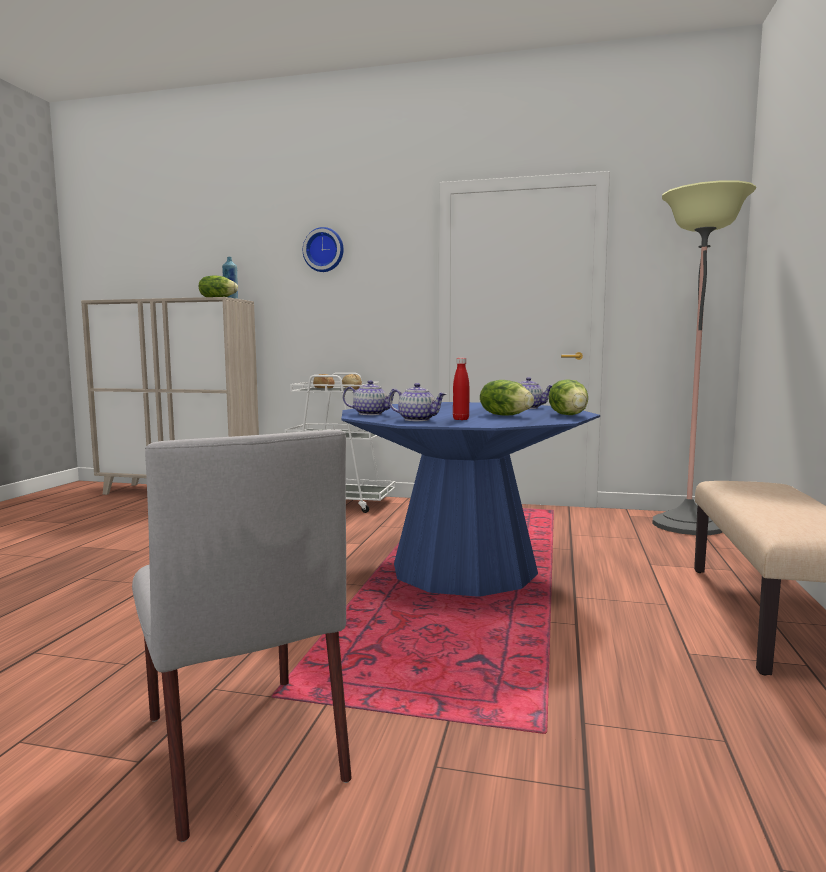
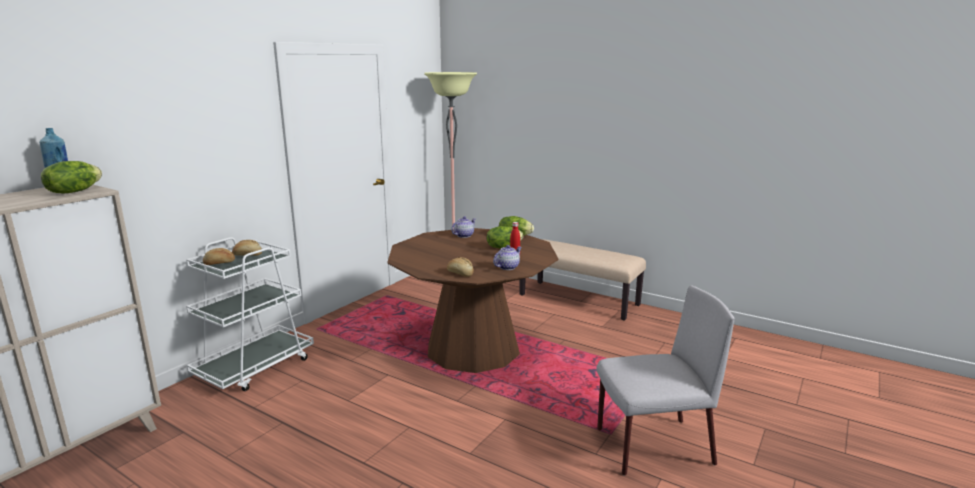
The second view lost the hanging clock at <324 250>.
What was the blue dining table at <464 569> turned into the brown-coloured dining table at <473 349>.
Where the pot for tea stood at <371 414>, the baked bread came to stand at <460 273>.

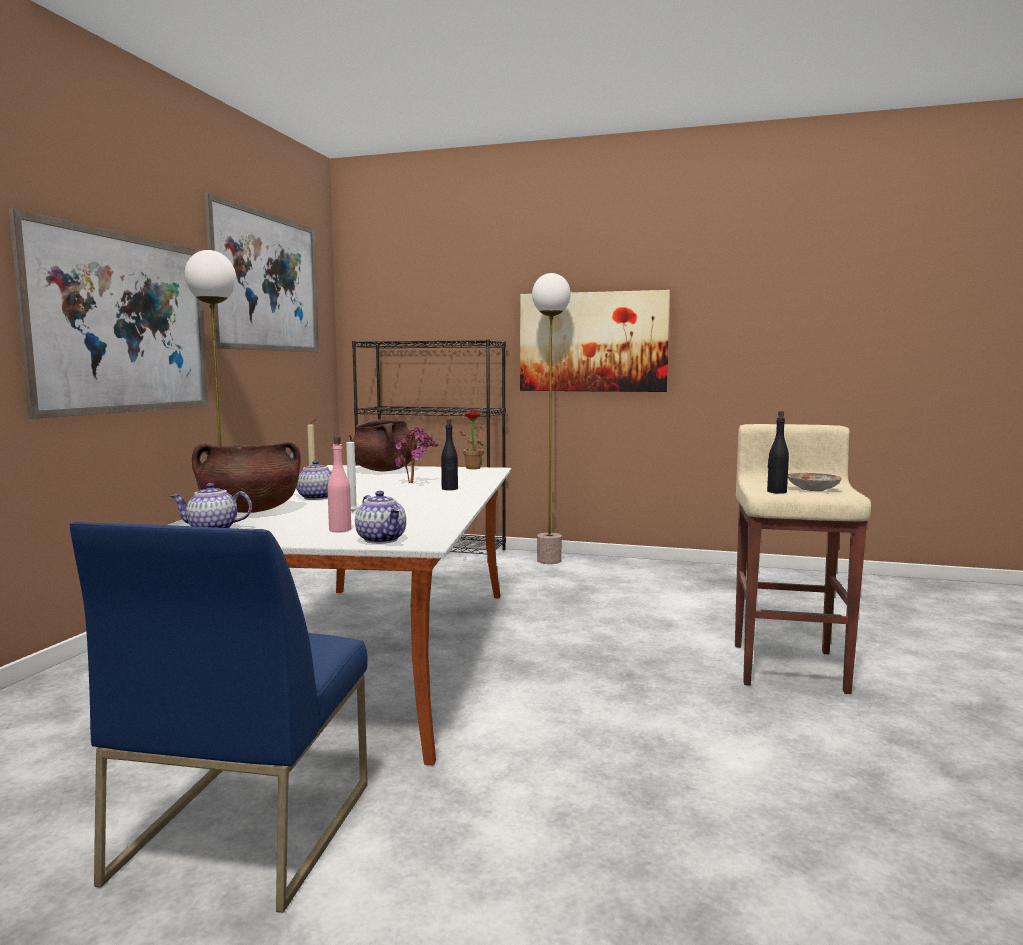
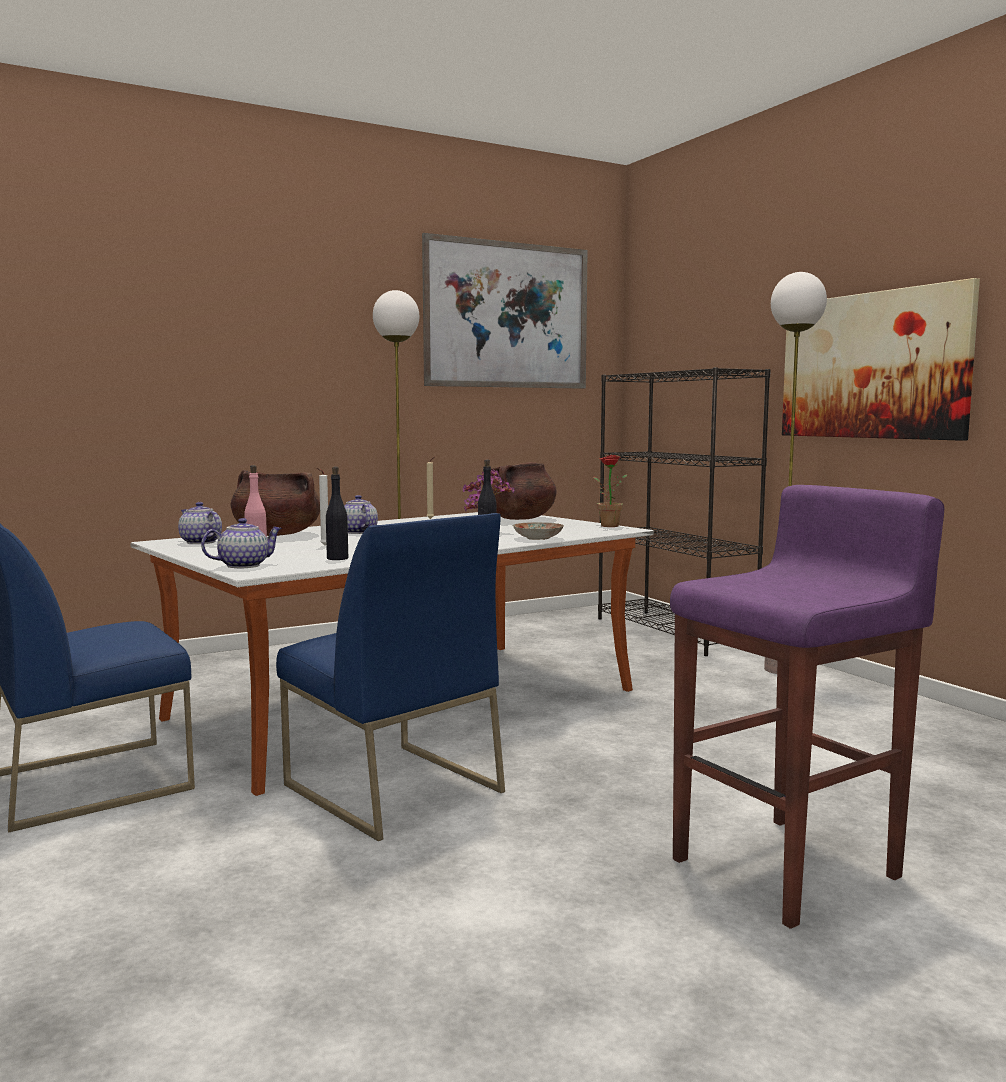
The second view lost the wall picture at <123 323>.
The pot for tea at <382 539> ended up facing another way, 135 degrees counterclockwise from before.
What was the beige stool at <789 666> turned into the purplish stool at <789 868>.
The blackish bottle ended up elsewhere, having gone from <776 492> to <337 558>.
The flat dish ended up elsewhere, having gone from <814 489> to <538 538>.
The second view gained the blue upright chair at <390 788>.

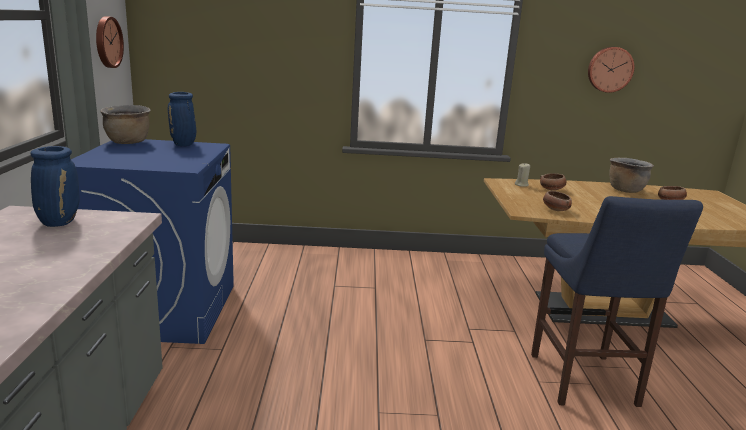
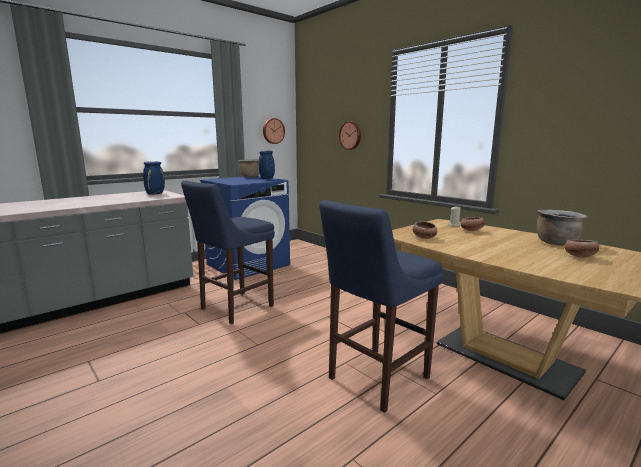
The hanging clock ended up elsewhere, having gone from <609 69> to <350 135>.
The second view gained the blue stool at <234 308>.

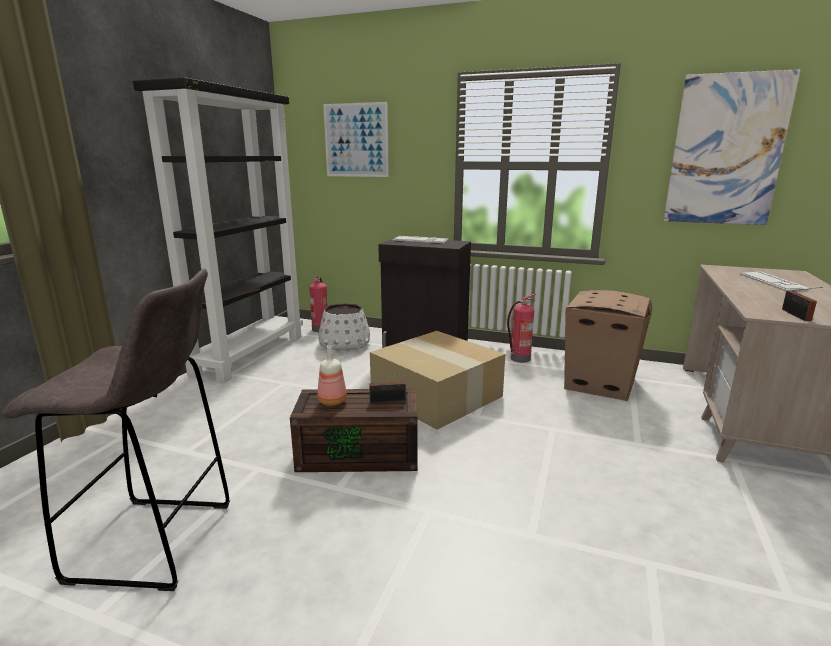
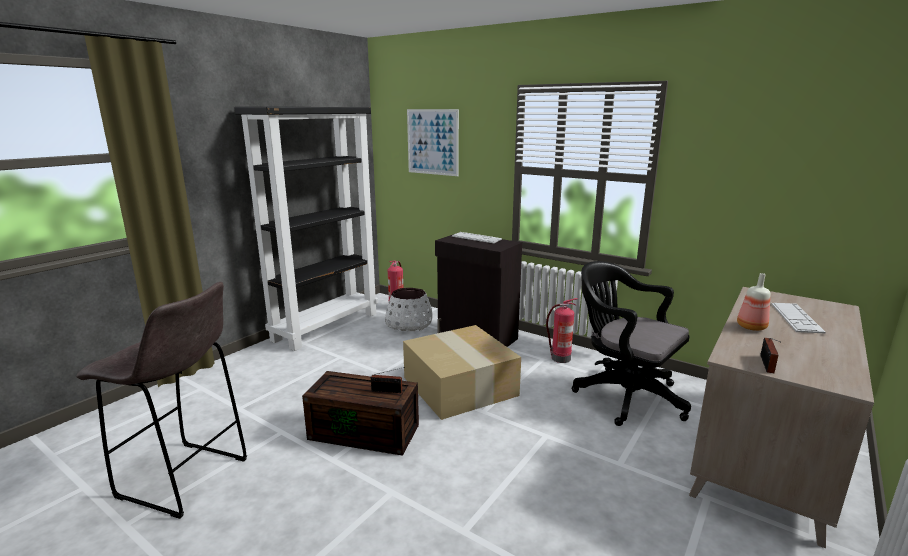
The bottle ended up elsewhere, having gone from <331 401> to <750 327>.
Where the packing box stood at <599 383>, the blackish computer chair came to stand at <623 395>.
The second view lost the wall picture at <726 151>.

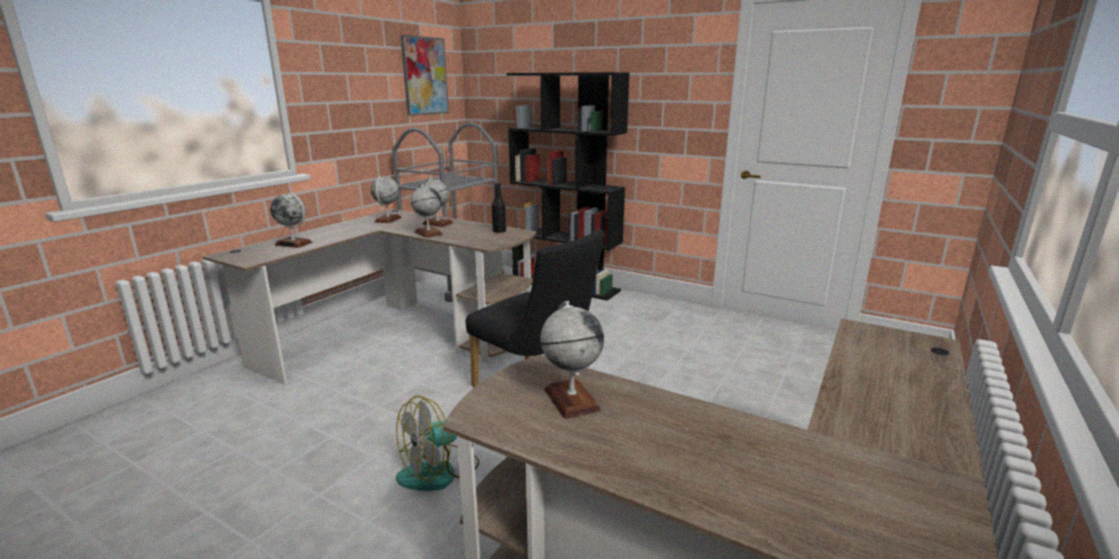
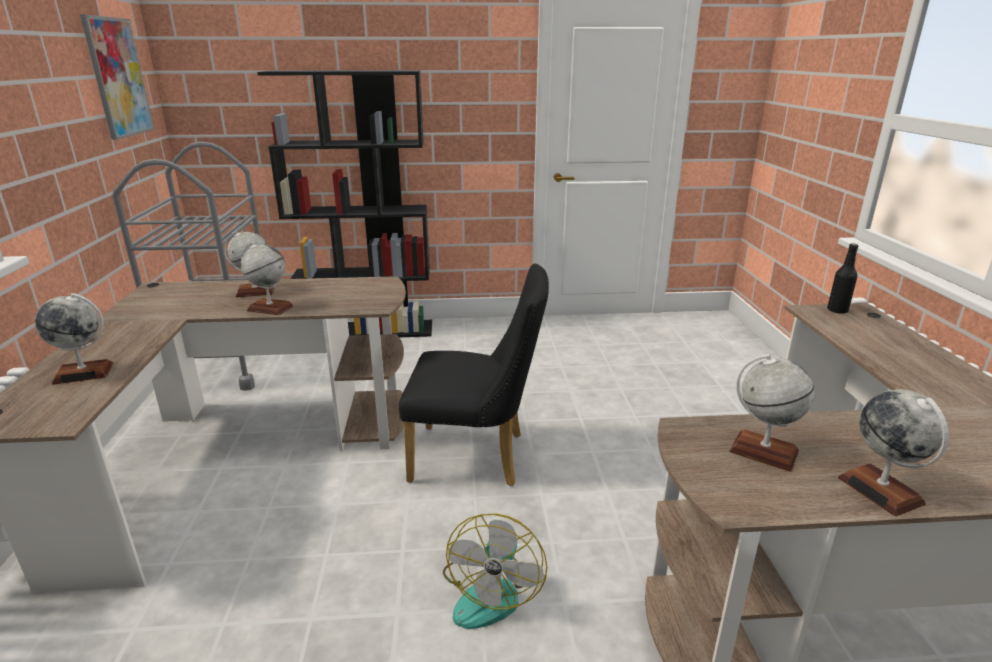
The globe ended up elsewhere, having gone from <388 220> to <880 490>.
The blackish bottle ended up elsewhere, having gone from <499 231> to <837 310>.

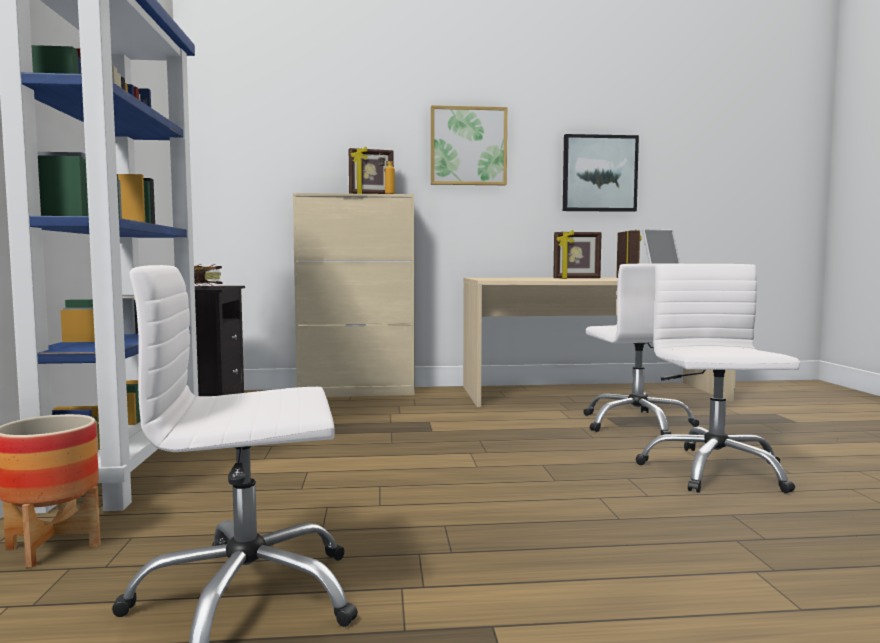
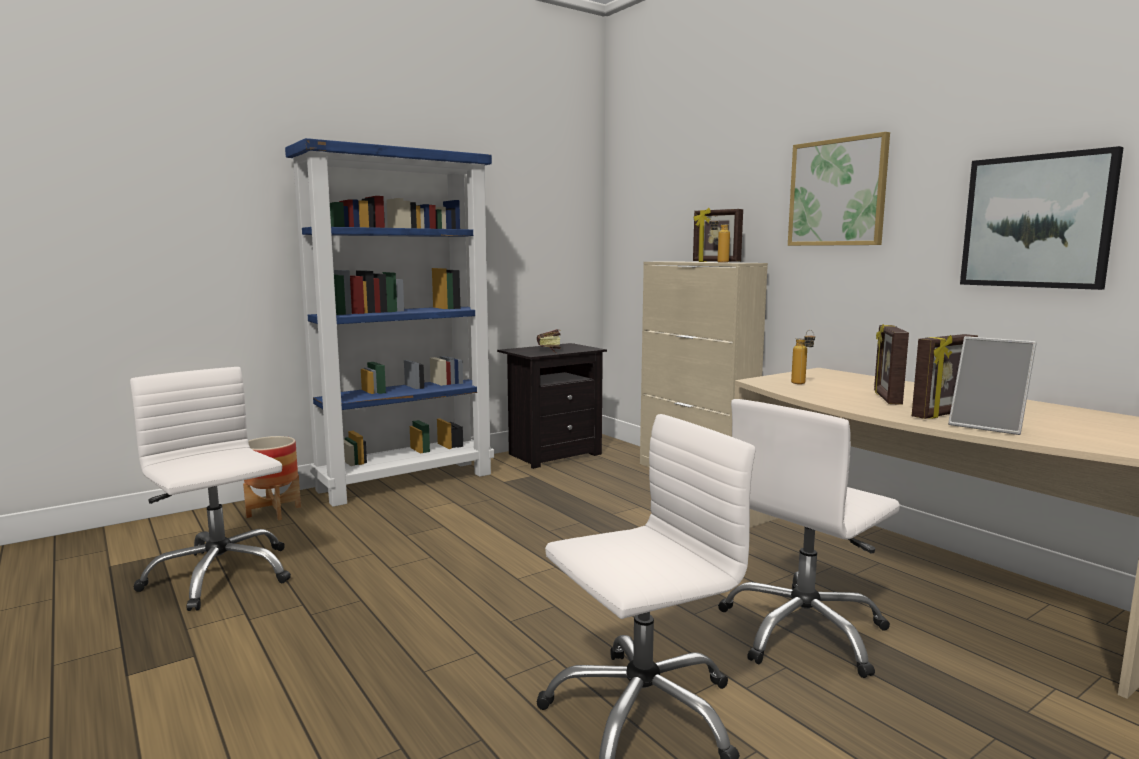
The picture frame at <577 278> ended up facing another way, 45 degrees clockwise from before.
The second view gained the bottle at <802 384>.

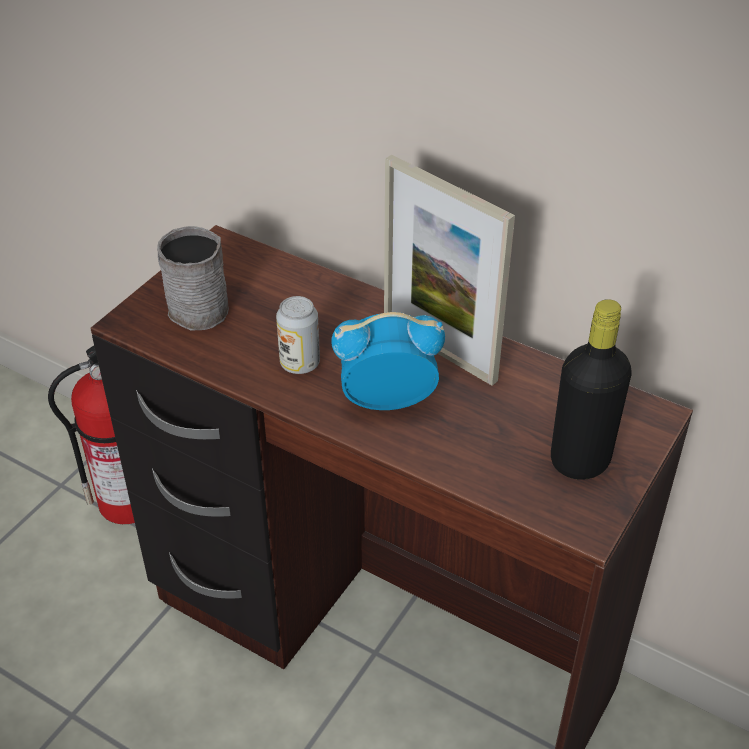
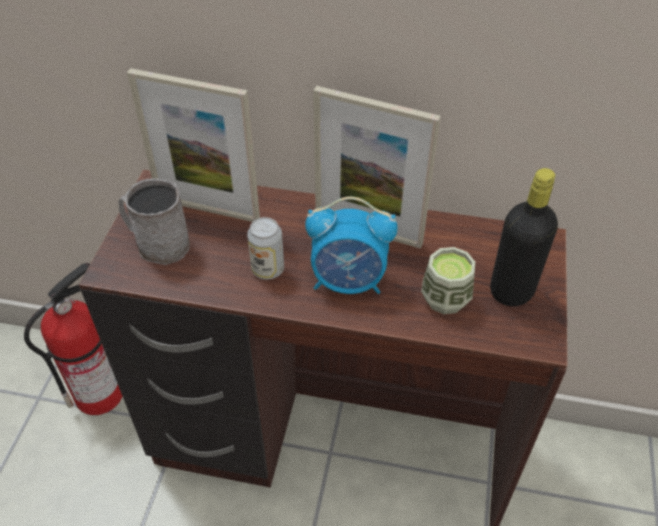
The alarm clock at <386 400> ended up facing another way, 150 degrees counterclockwise from before.
The second view gained the picture frame at <207 209>.
The second view gained the small cup at <445 298>.

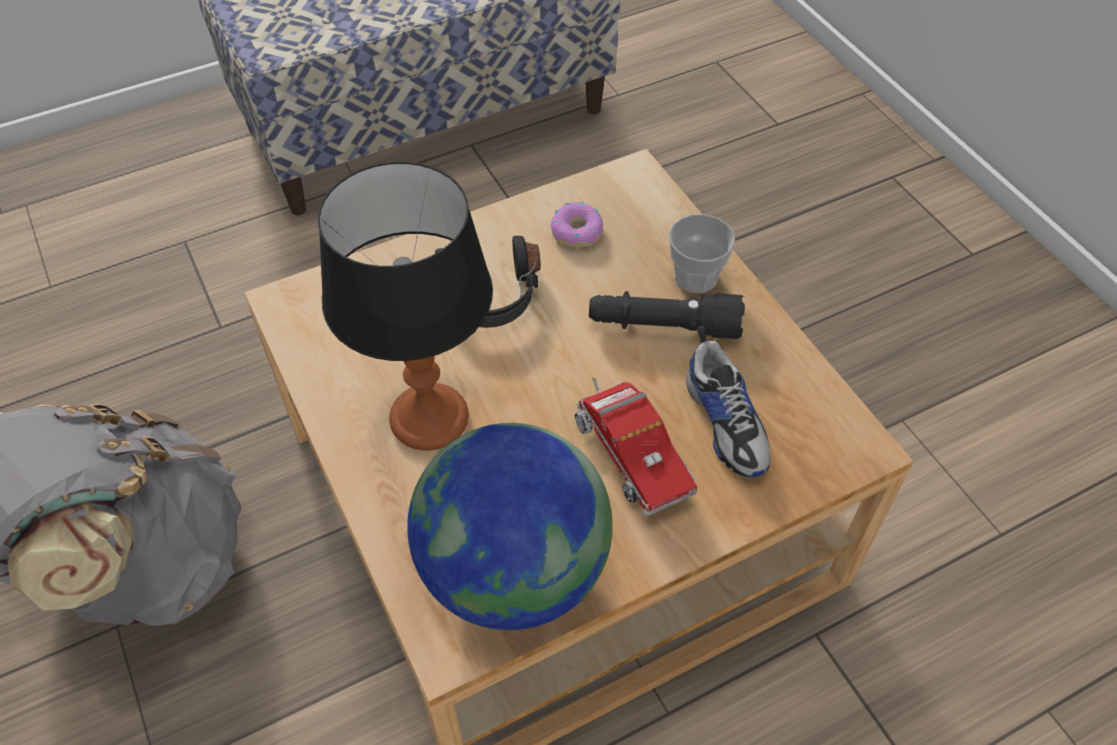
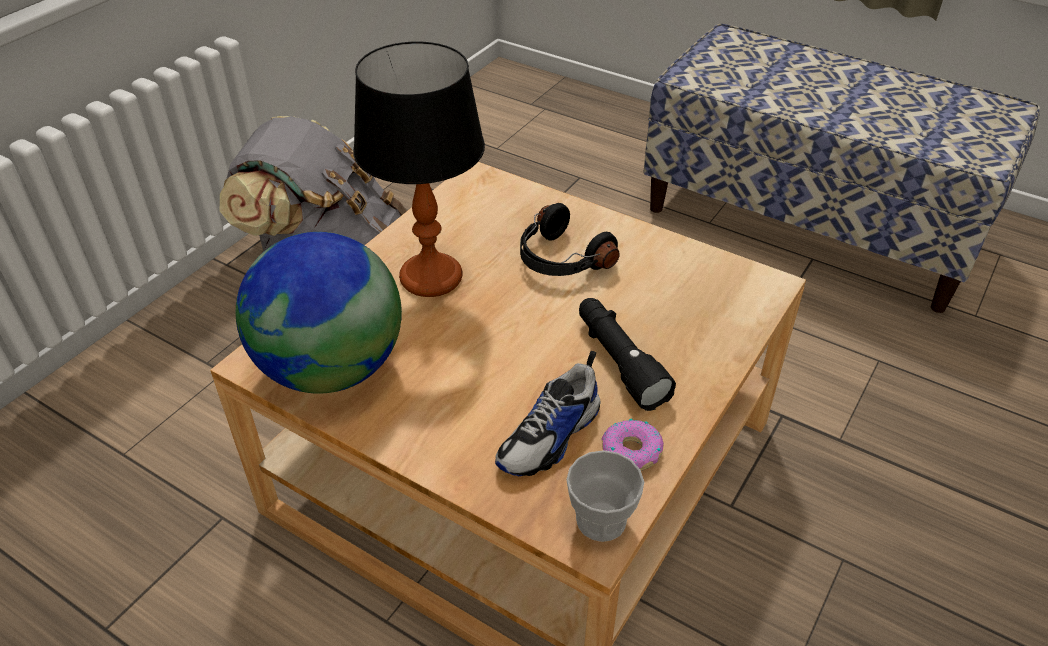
The ring doughnut ended up elsewhere, having gone from <577 231> to <631 452>.
The second view lost the toy lorry at <629 451>.
The small cup ended up elsewhere, having gone from <695 277> to <601 520>.

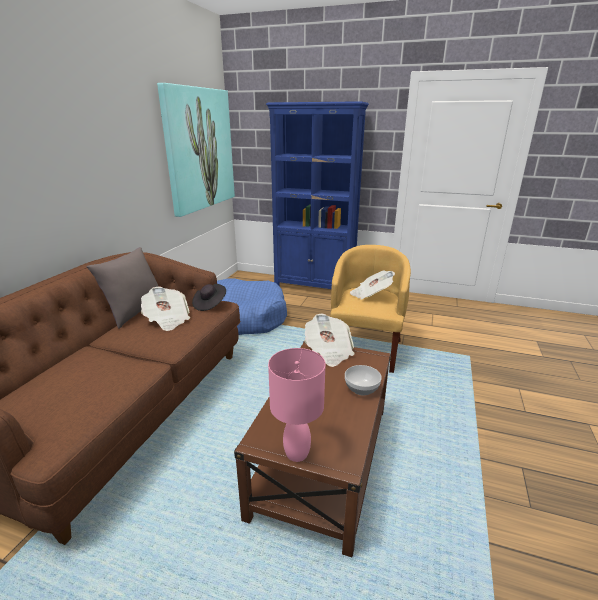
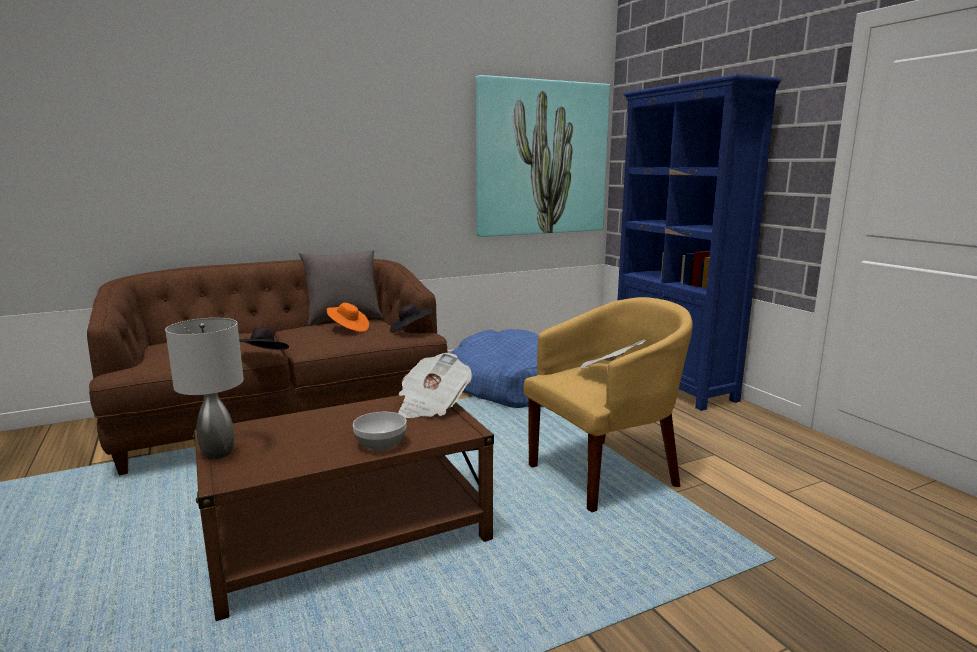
Where the daily paper stood at <167 319>, the orange hat came to stand at <348 329>.
What was the pink-coloured lamp for a table at <297 452> turned into the grey lamp for a table at <219 452>.
The second view gained the blackish hat at <263 356>.

